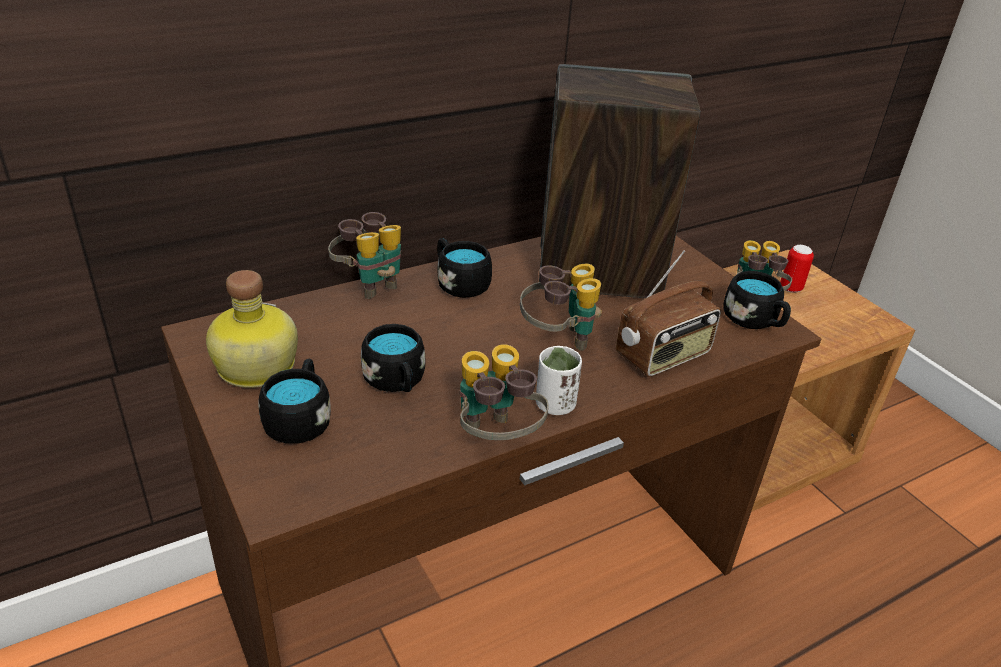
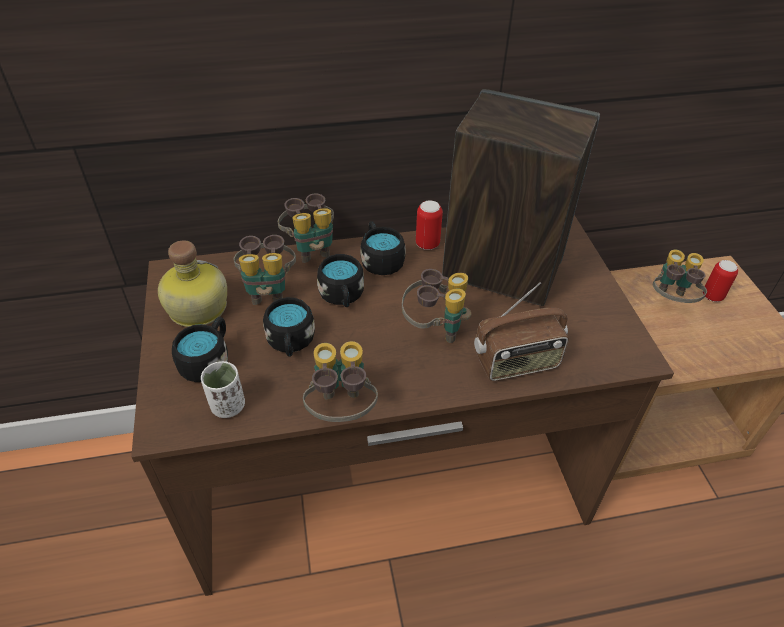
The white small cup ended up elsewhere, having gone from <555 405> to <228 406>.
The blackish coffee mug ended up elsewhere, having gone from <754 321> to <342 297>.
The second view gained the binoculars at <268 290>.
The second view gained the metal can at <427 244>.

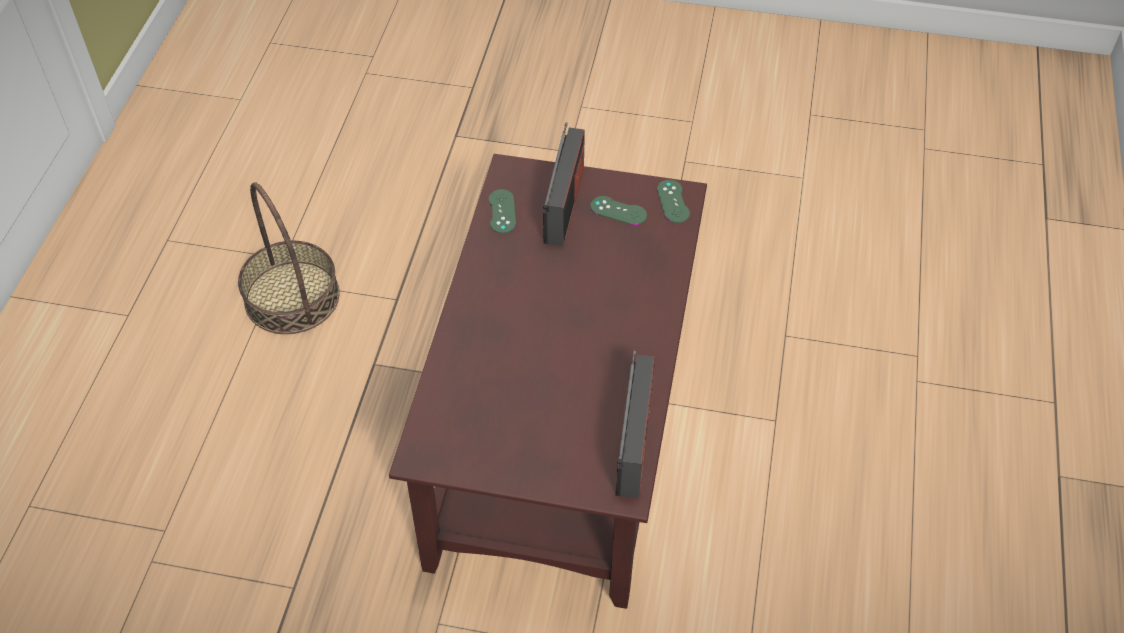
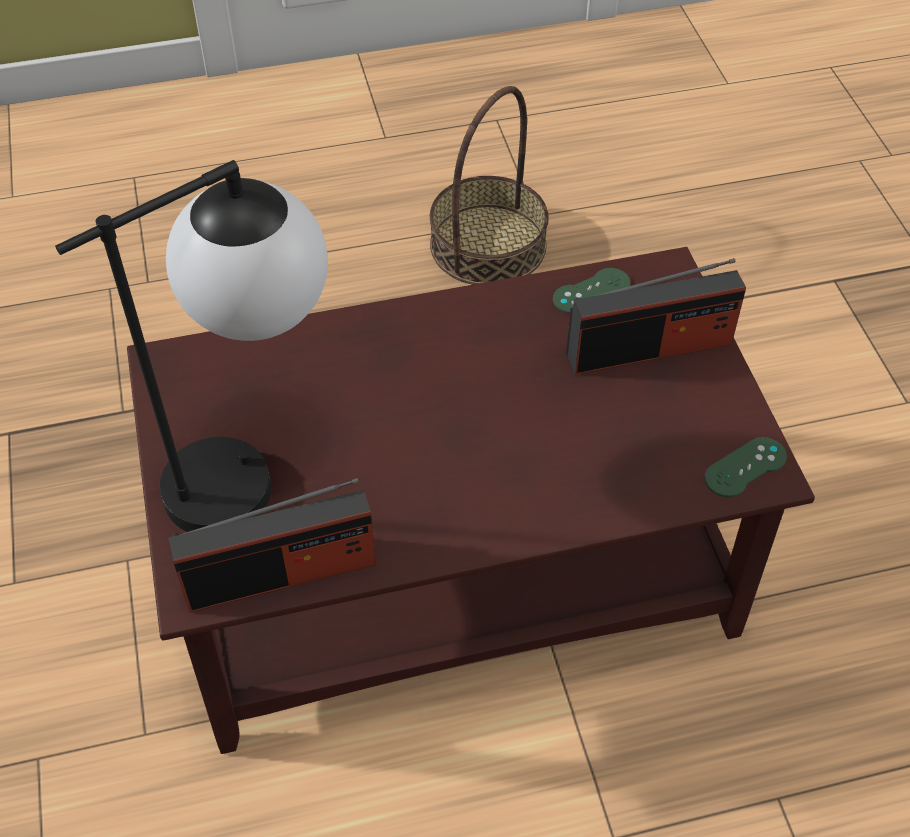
The second view lost the green joypad at <618 211>.
The second view gained the lamp for a table at <255 468>.

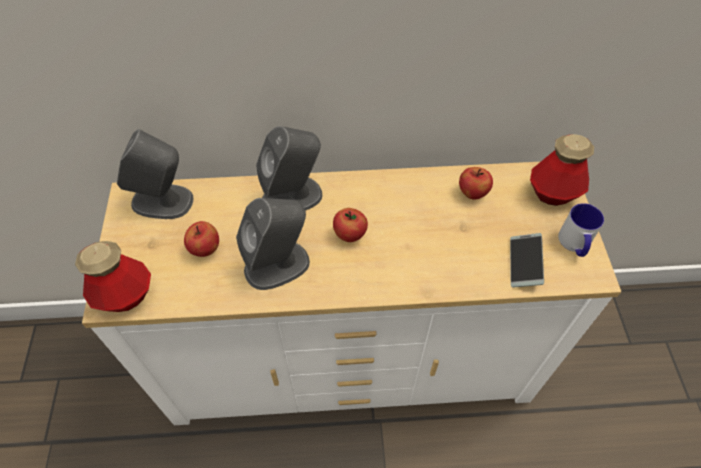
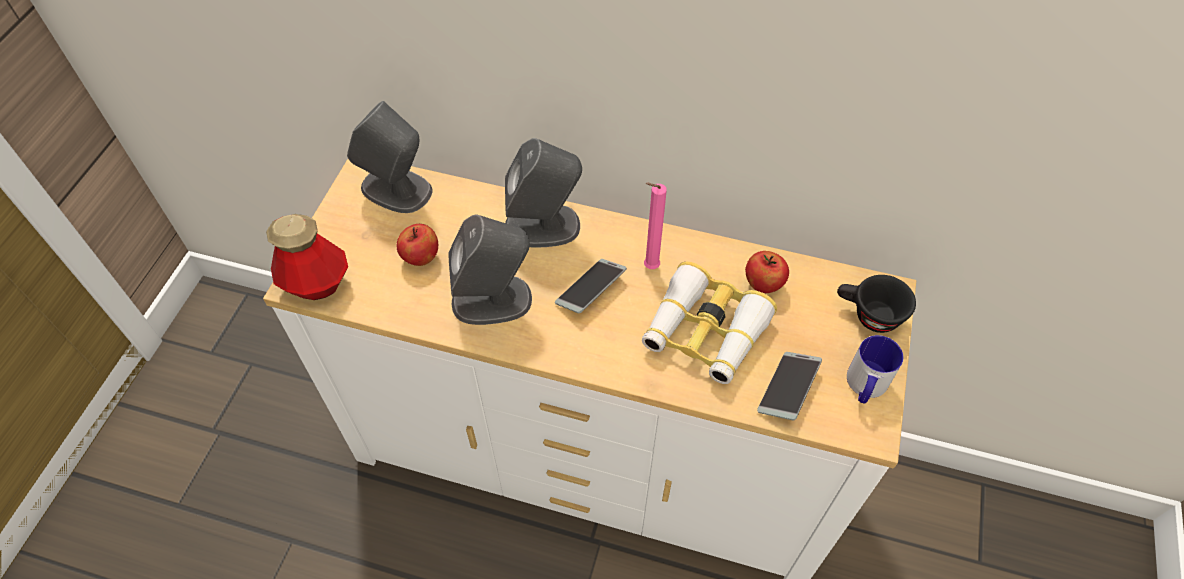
Where the apple stood at <350 234>, the handset came to stand at <590 290>.
Where the bottle stood at <553 193>, the blackish small cup came to stand at <868 315>.
The second view gained the binoculars at <704 332>.
The second view gained the pink-coloured wax light at <649 267>.

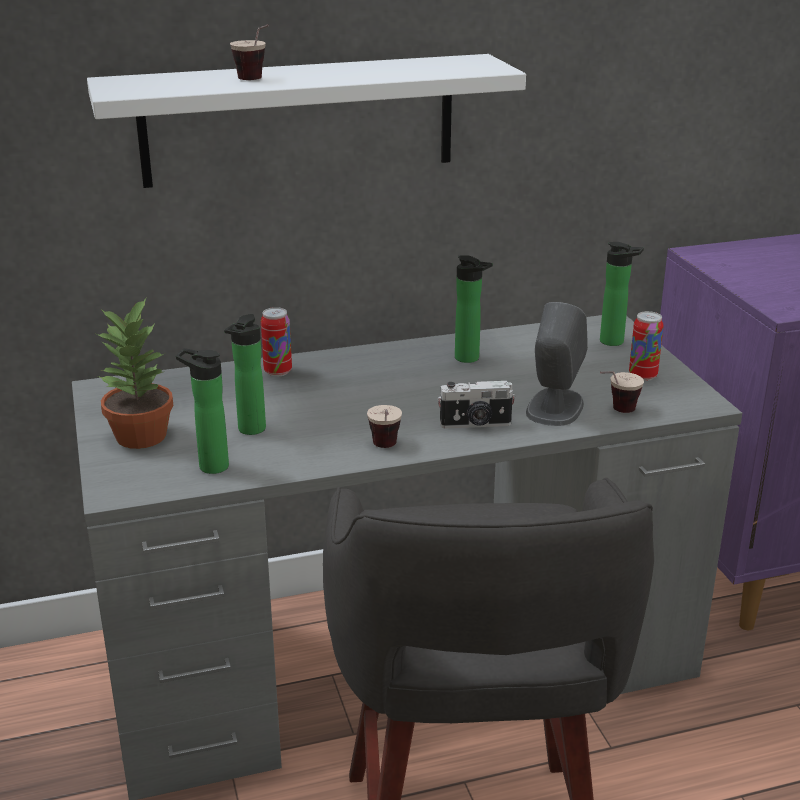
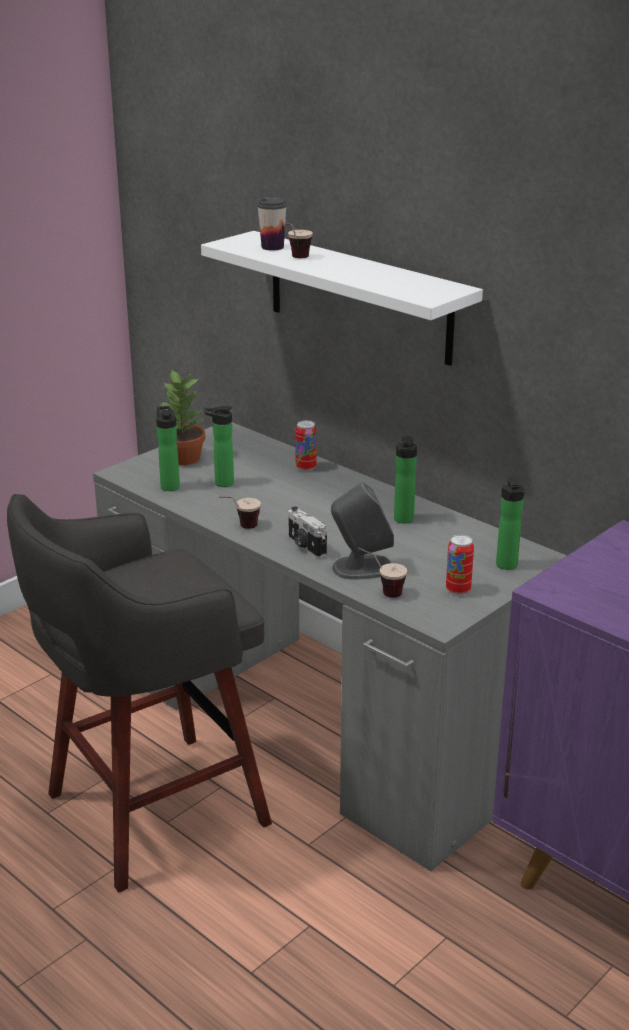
The second view gained the small cup at <272 247>.

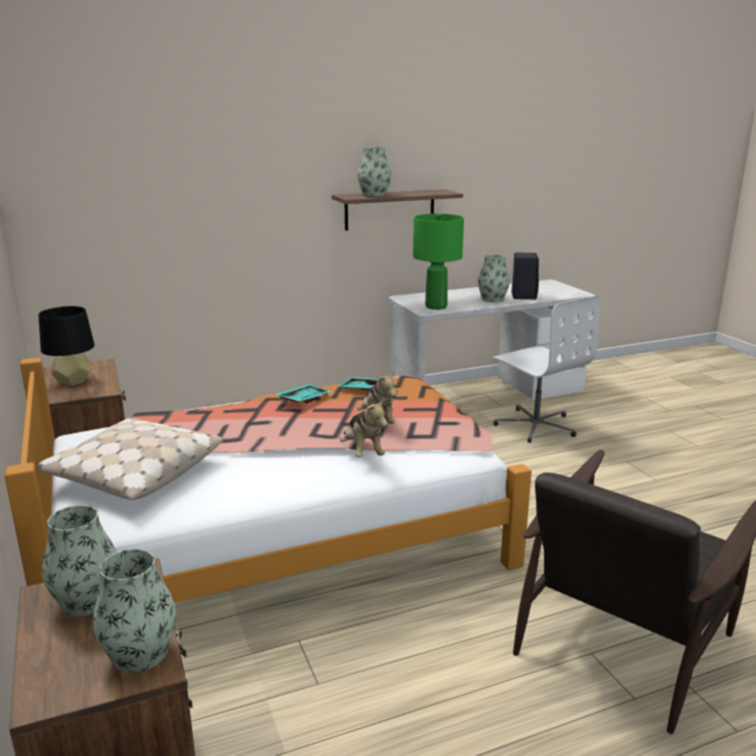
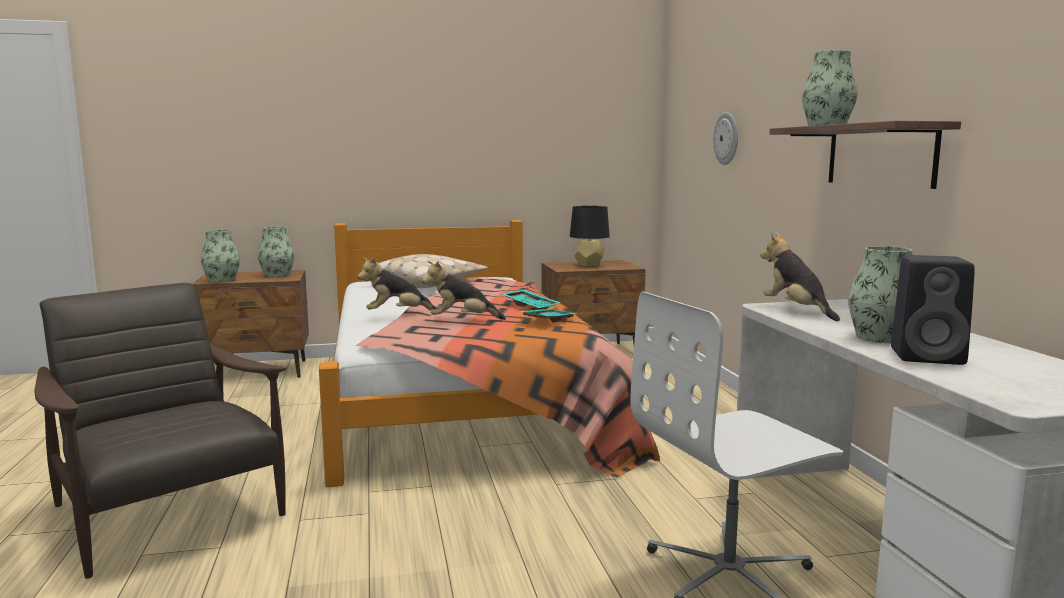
Where the green lamp for a table stood at <436 306>, the plush toy came to stand at <796 311>.
The second view gained the hanging clock at <727 138>.

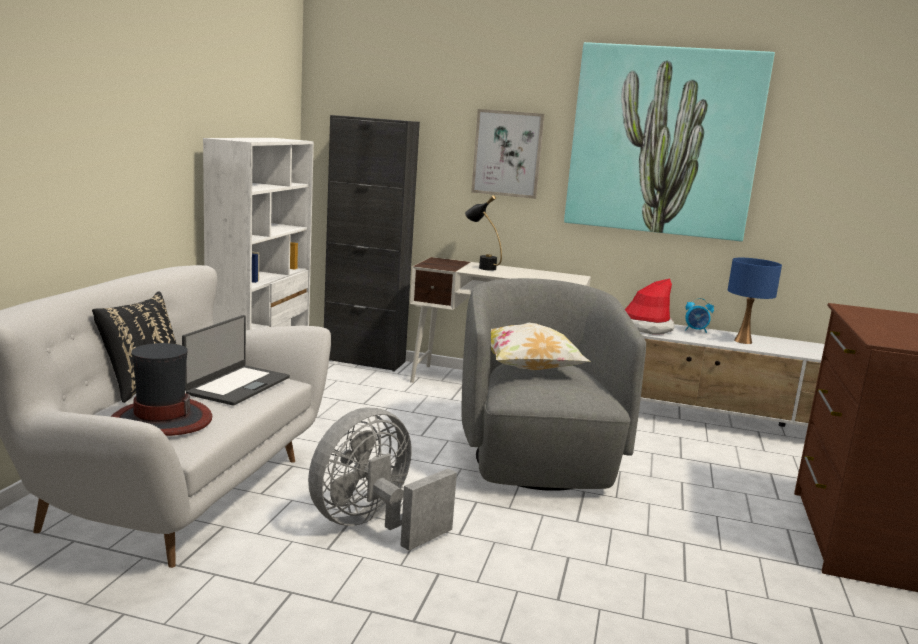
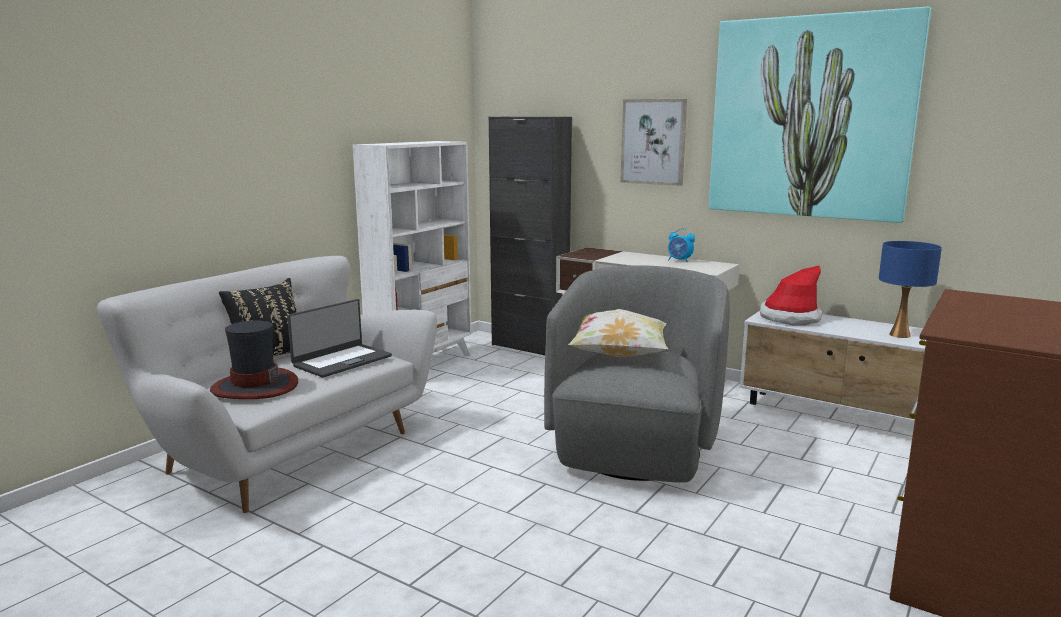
The second view lost the grey fan at <373 525>.
The second view lost the blackish lamp for a table at <481 267>.
The alarm clock ended up elsewhere, having gone from <696 330> to <679 260>.

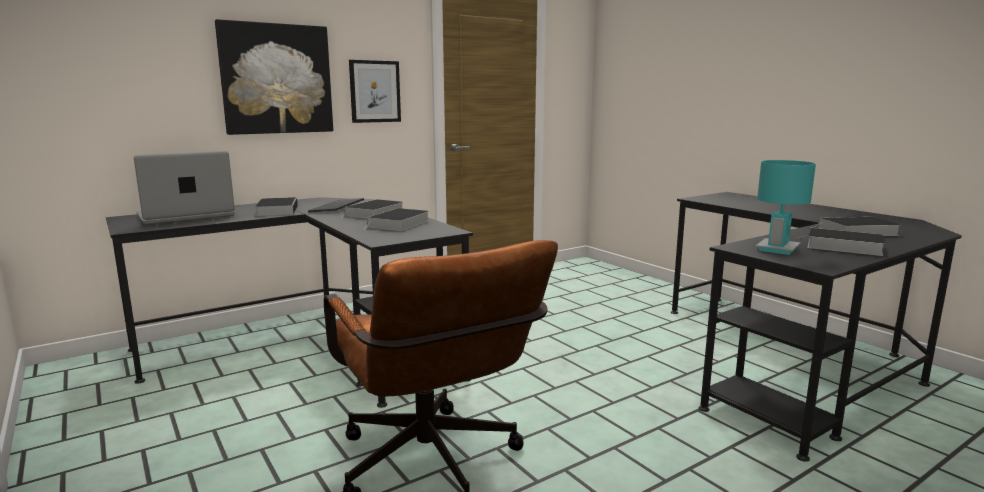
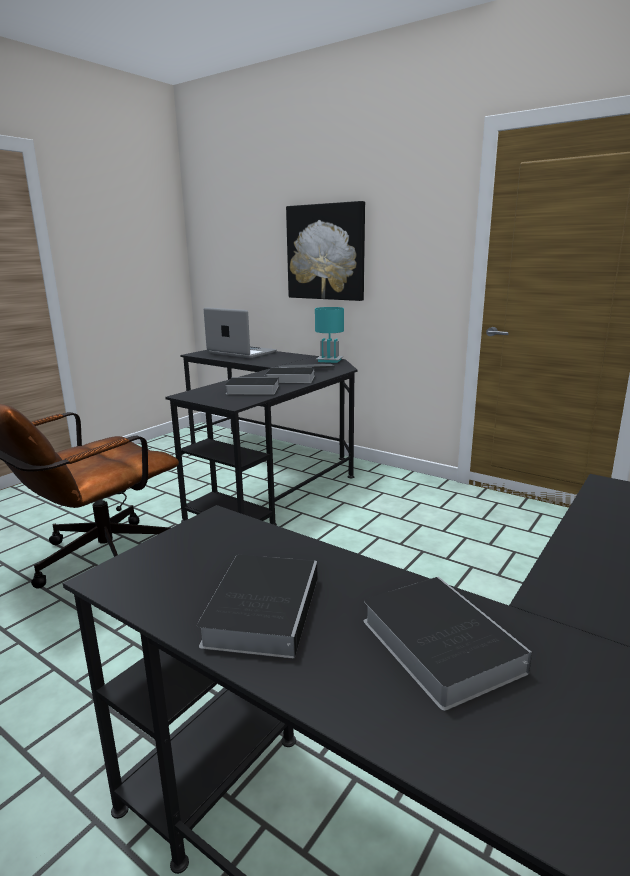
The second view lost the book at <277 210>.
The second view lost the wall picture at <375 91>.
The turquoise-coloured lamp for a table ended up elsewhere, having gone from <777 249> to <329 360>.

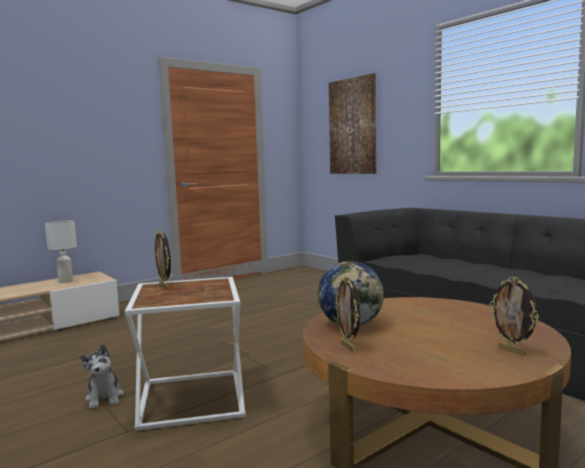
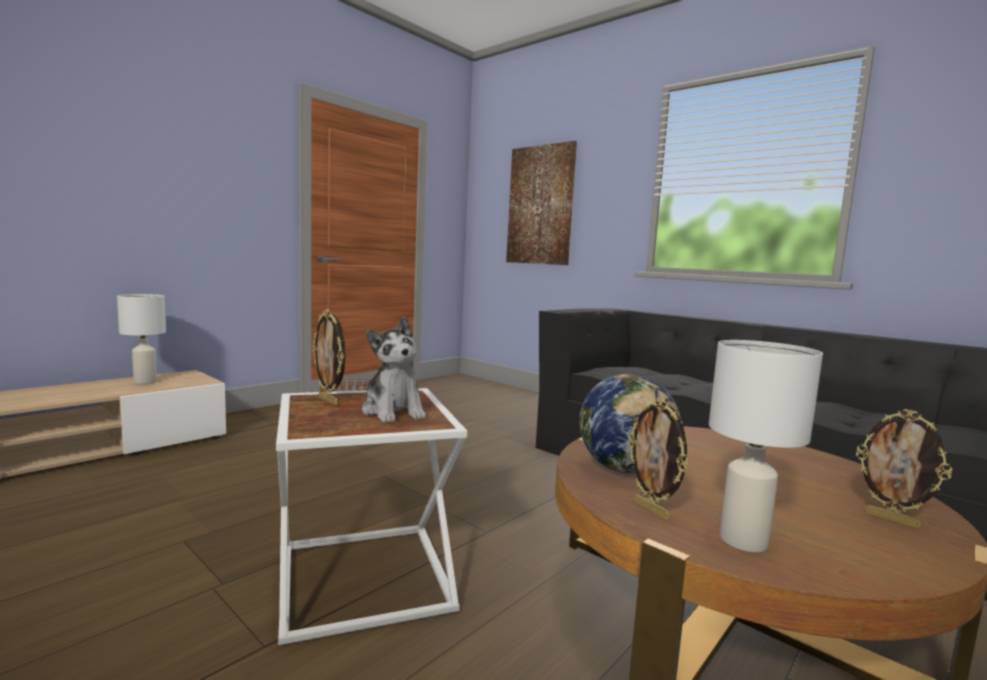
The plush toy ended up elsewhere, having gone from <104 397> to <393 411>.
The second view gained the white lamp for a table at <744 540>.

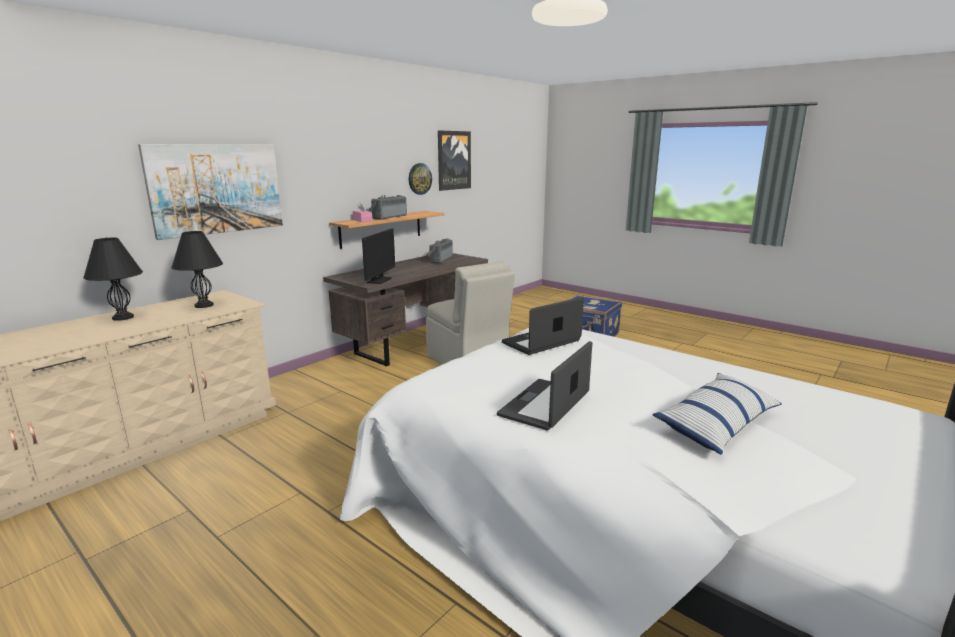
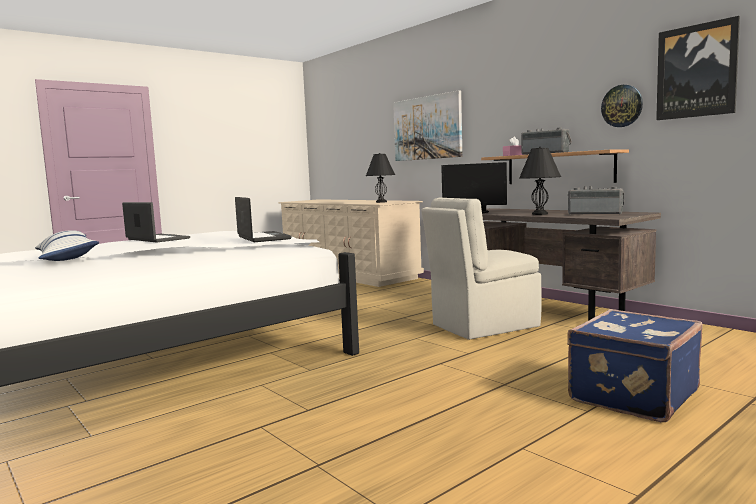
The blackish lamp for a table ended up elsewhere, having gone from <122 317> to <539 214>.

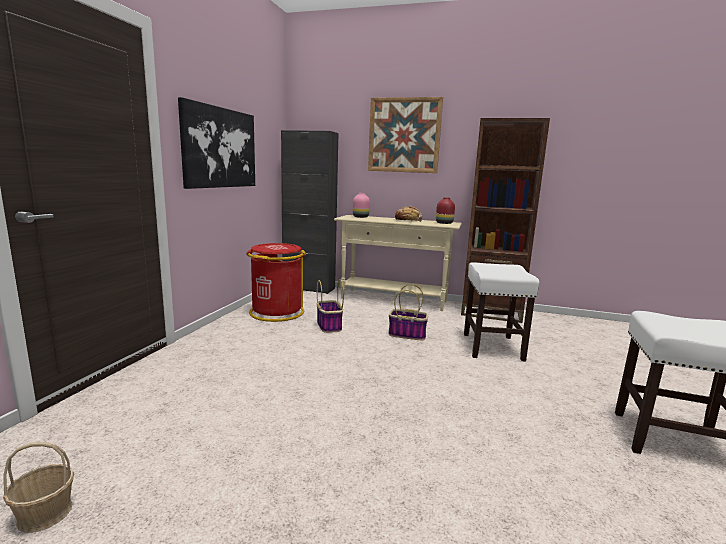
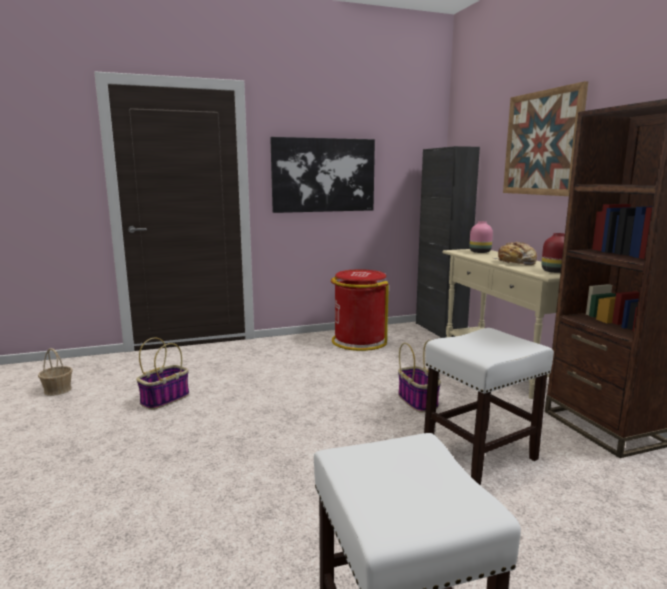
The storage basket ended up elsewhere, having gone from <329 326> to <165 399>.

